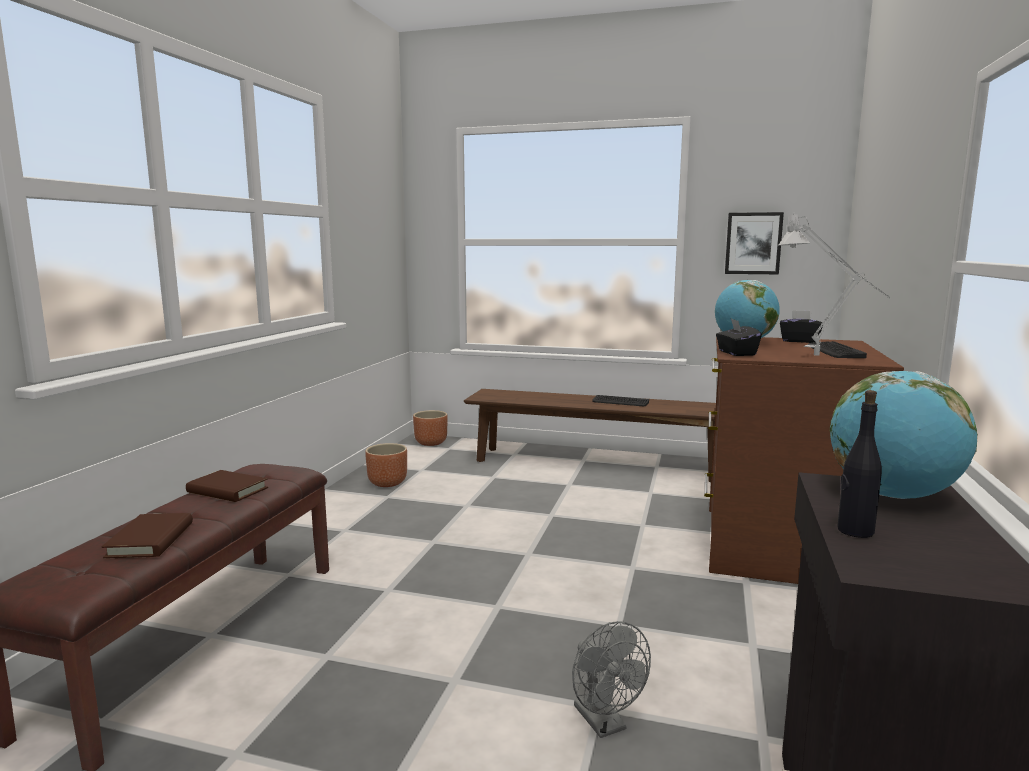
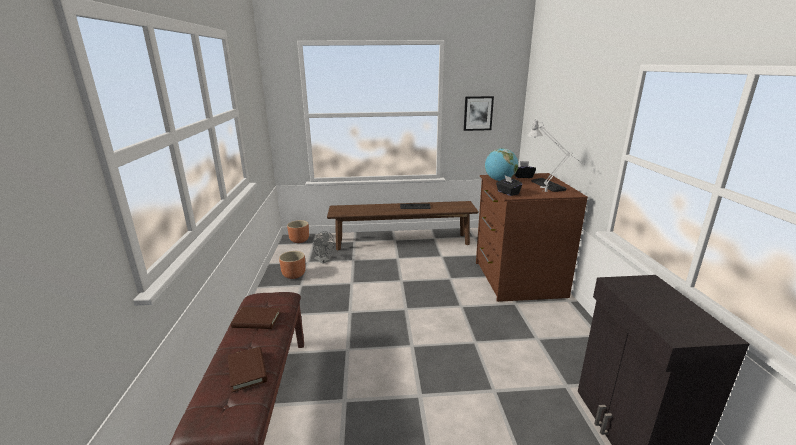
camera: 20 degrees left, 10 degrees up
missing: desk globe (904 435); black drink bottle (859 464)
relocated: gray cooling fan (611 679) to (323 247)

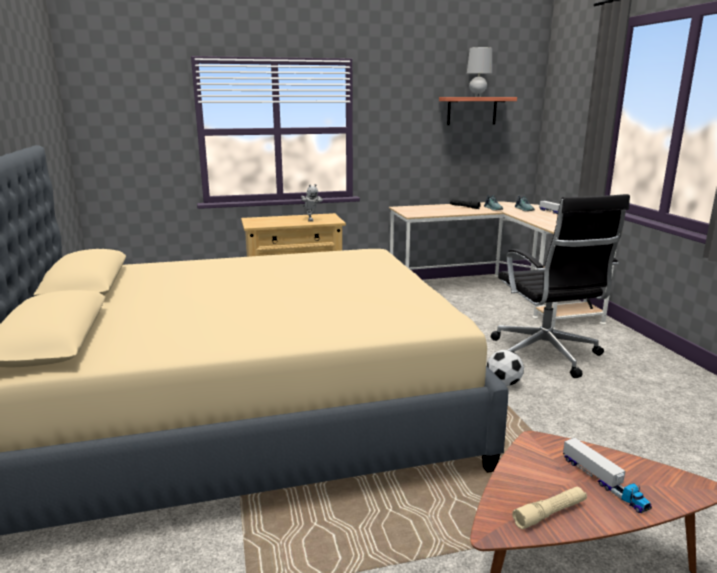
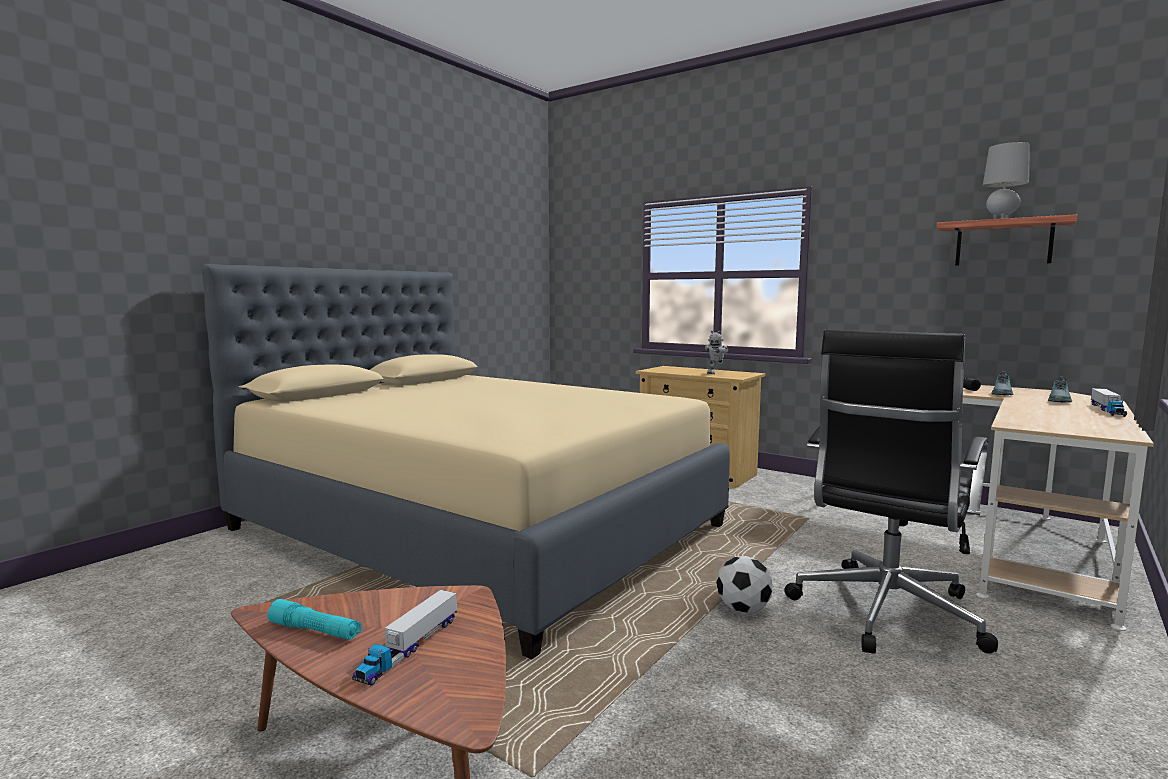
camera: 50 degrees right, 10 degrees down
colour: sand-coloured flashlight (549 507) to blue-green flashlight (314 619)

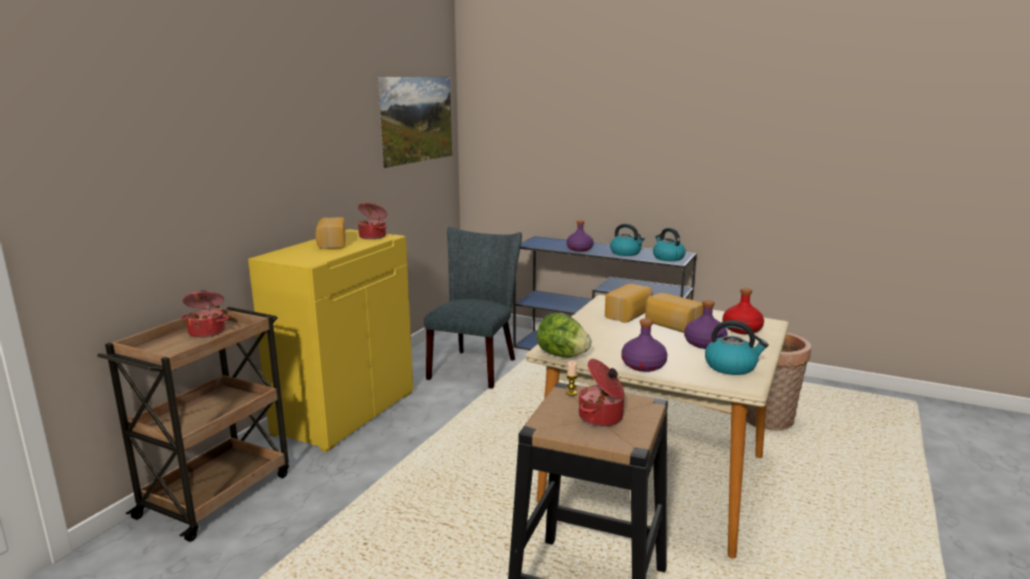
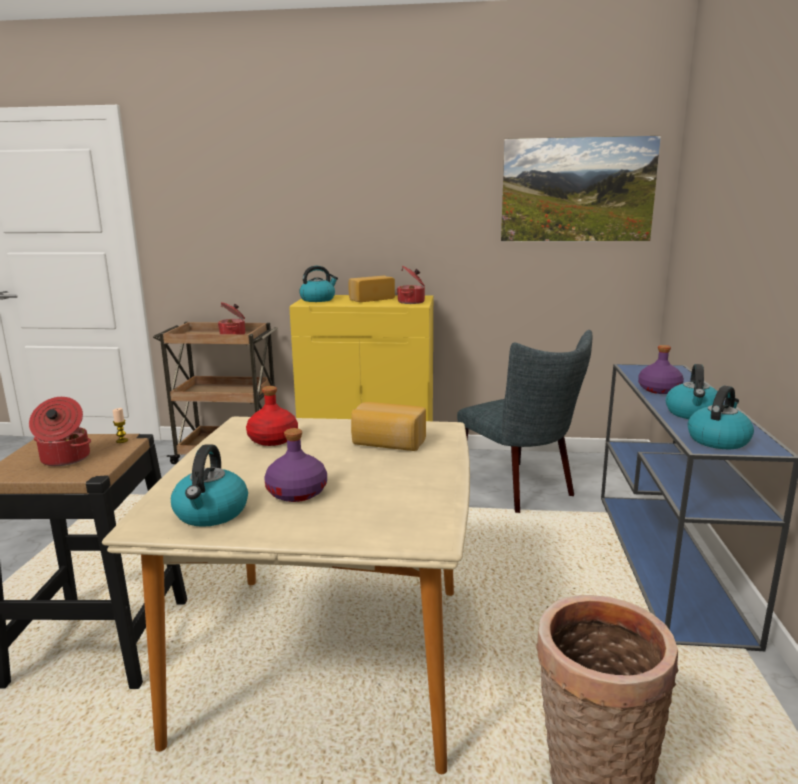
camera: 70 degrees right, 0 degrees up
missing: bread (674 313); head of lettuce (564 335); purple drink bottle (644 345)
appeared: kettle (318 284)
relocated: red-coloured drink bottle (743 311) to (272 416)
spun: gray chair (473 308) = (524 421) 60 degrees clockwise

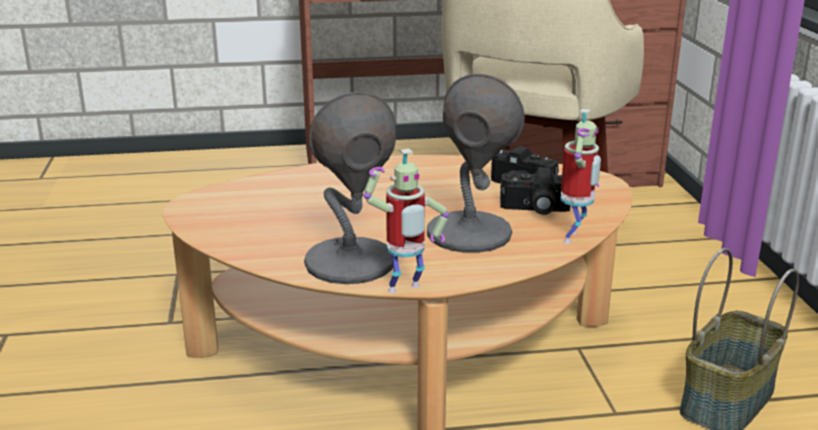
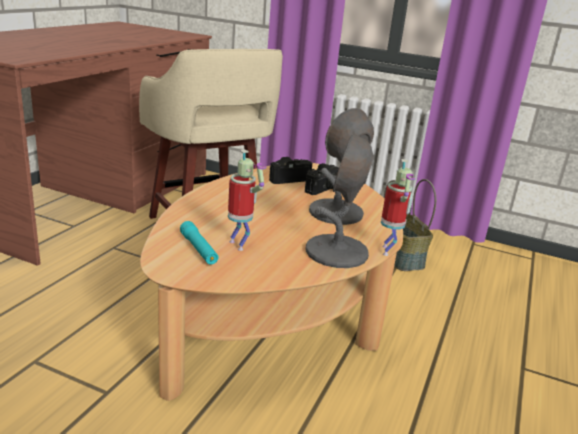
camera: 60 degrees left, 0 degrees up
appeared: blue-green flashlight (199 243)
relocated: robot figure (581 176) to (247 200)

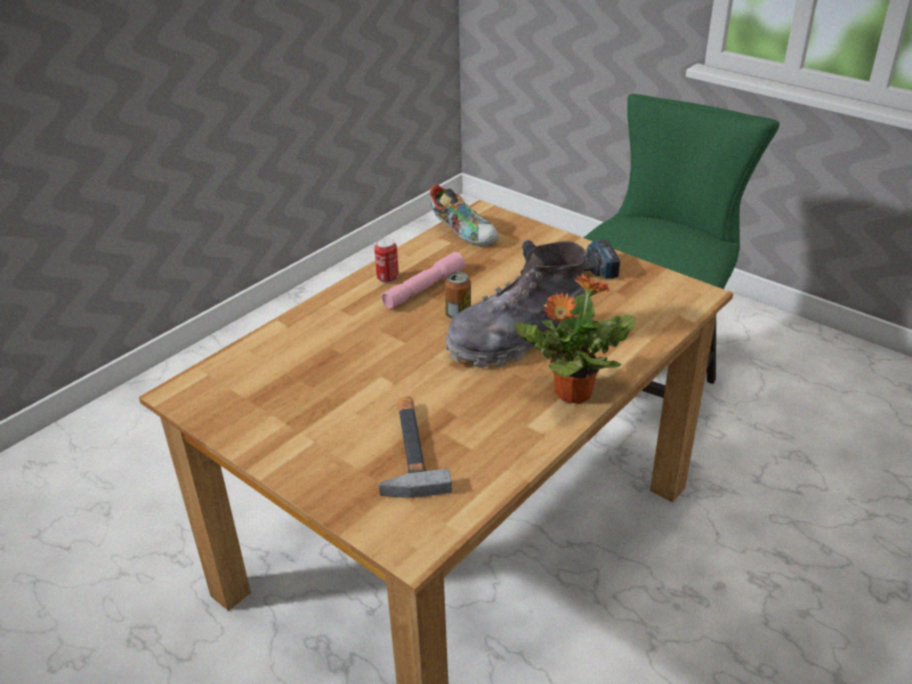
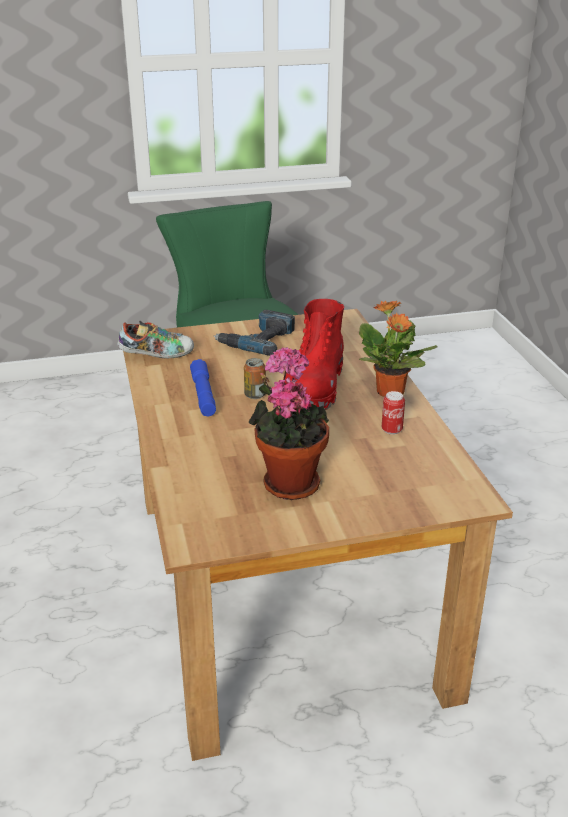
camera: 55 degrees left, 5 degrees down
missing: hammer (415 447)
appeared: houseplant (288 423)
relocated: sealed can (386 260) to (393 413)
colour: gray tall boot (516 304) to red-coloured tall boot (313 354); pink-coloured flashlight (423 280) to blue-coloured flashlight (203 387)

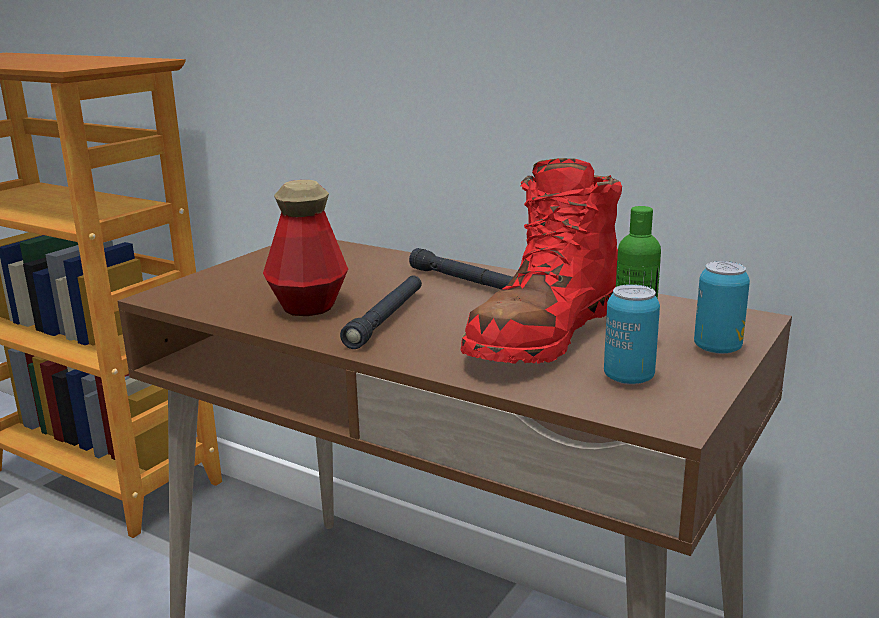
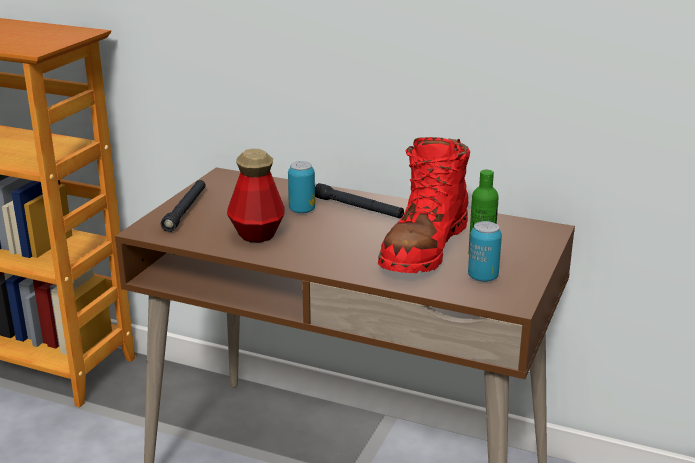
camera: 10 degrees left, 5 degrees up
relocated: sealed can (722 307) to (301 187); black flashlight (381 312) to (183 206)

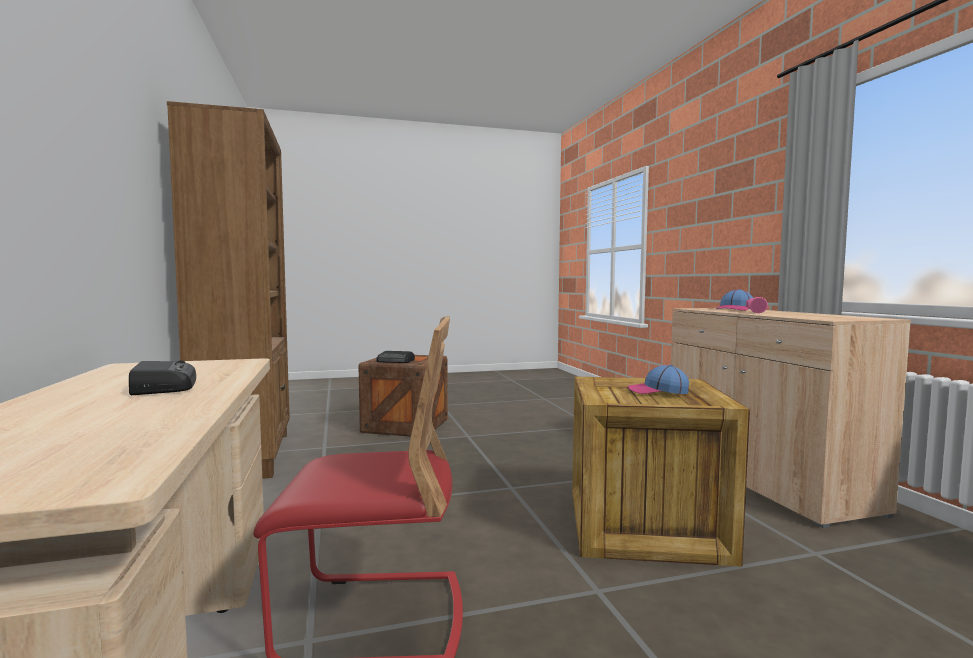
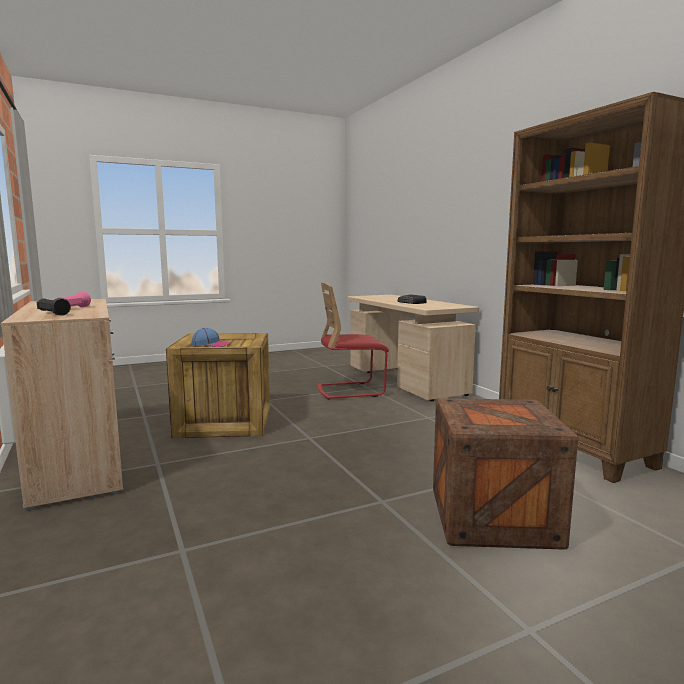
camera: 170 degrees right, 5 degrees up
missing: radio set (395 357)
exchanged: peaked cap (734 300) to black flashlight (53 307)

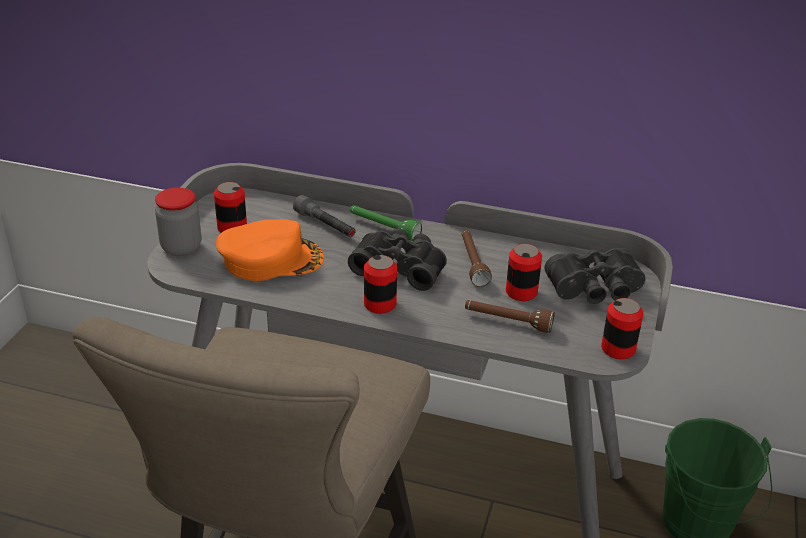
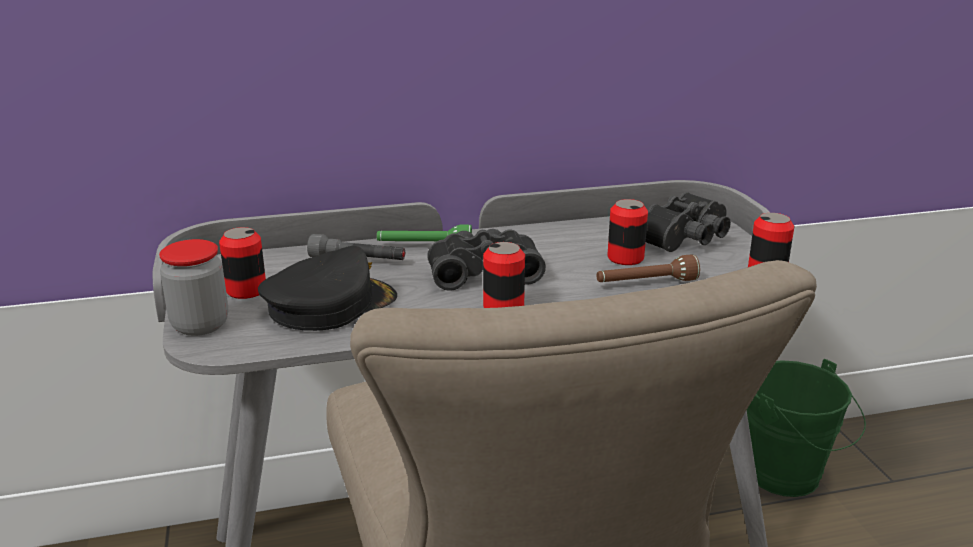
camera: 30 degrees left, 10 degrees down
missing: brown flashlight (477 258)
colour: orangey peaked cap (270 250) to black peaked cap (327 288)

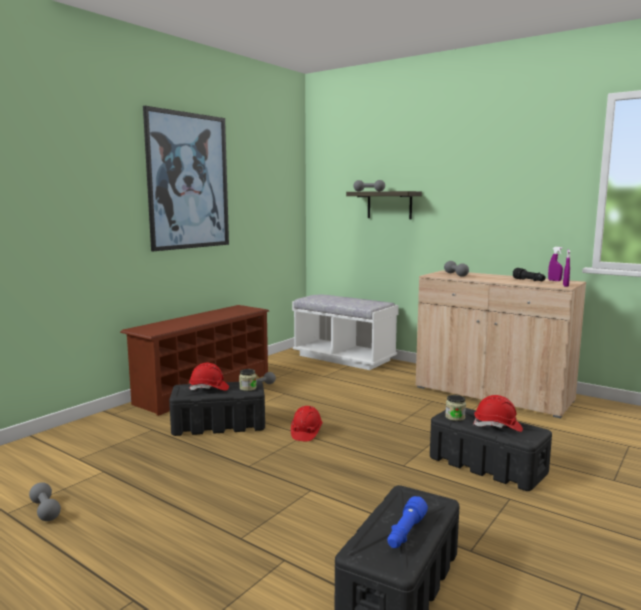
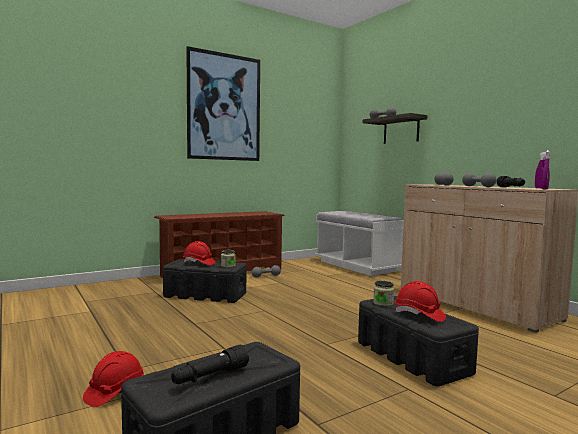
camera: 20 degrees right, 5 degrees down
relocated: red-coloured work helmet (307 423) to (113 379); gray dumbbell (45 501) to (479 180)
colour: blue-coloured flashlight (407 522) to black flashlight (210 364)

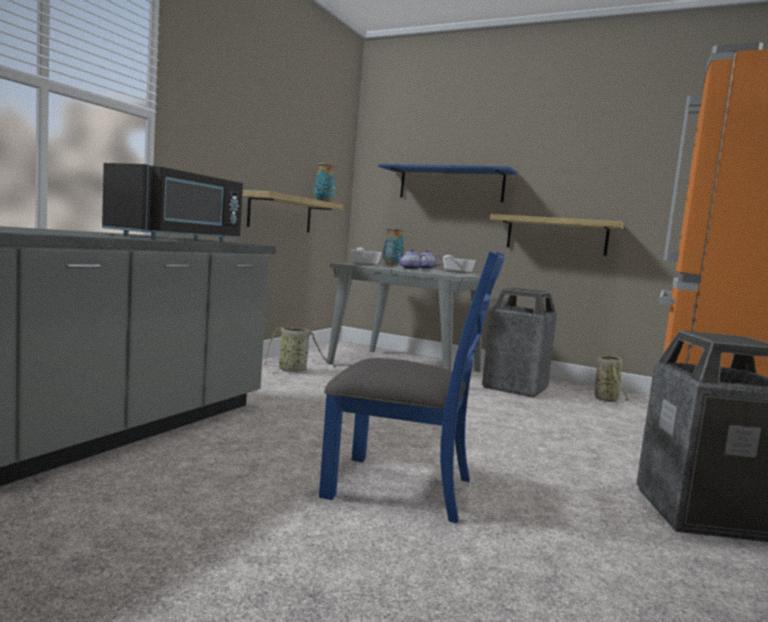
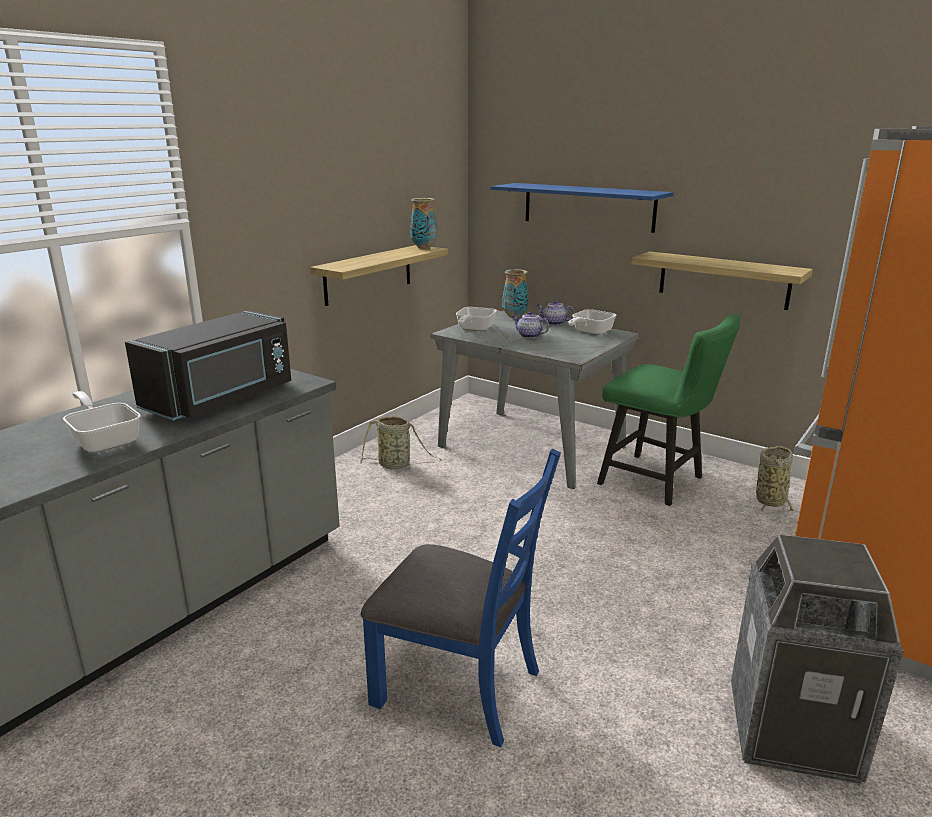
camera: 10 degrees right, 15 degrees up
appeared: skillet (102 422)
exchanged: rubbish bin (519 343) to green-coloured chair (669 410)

